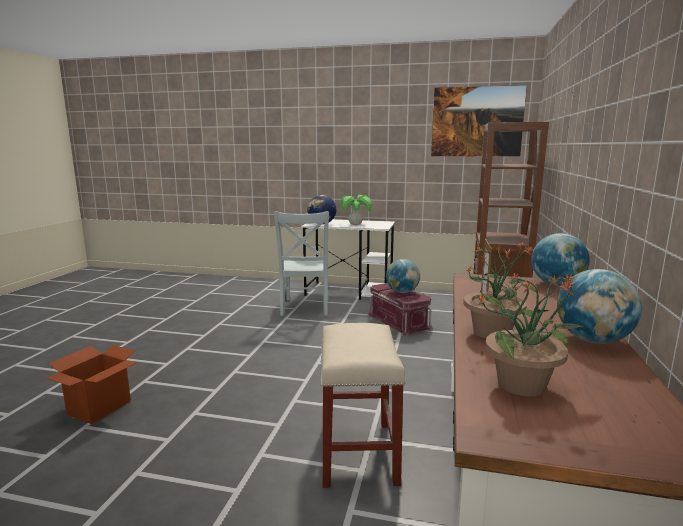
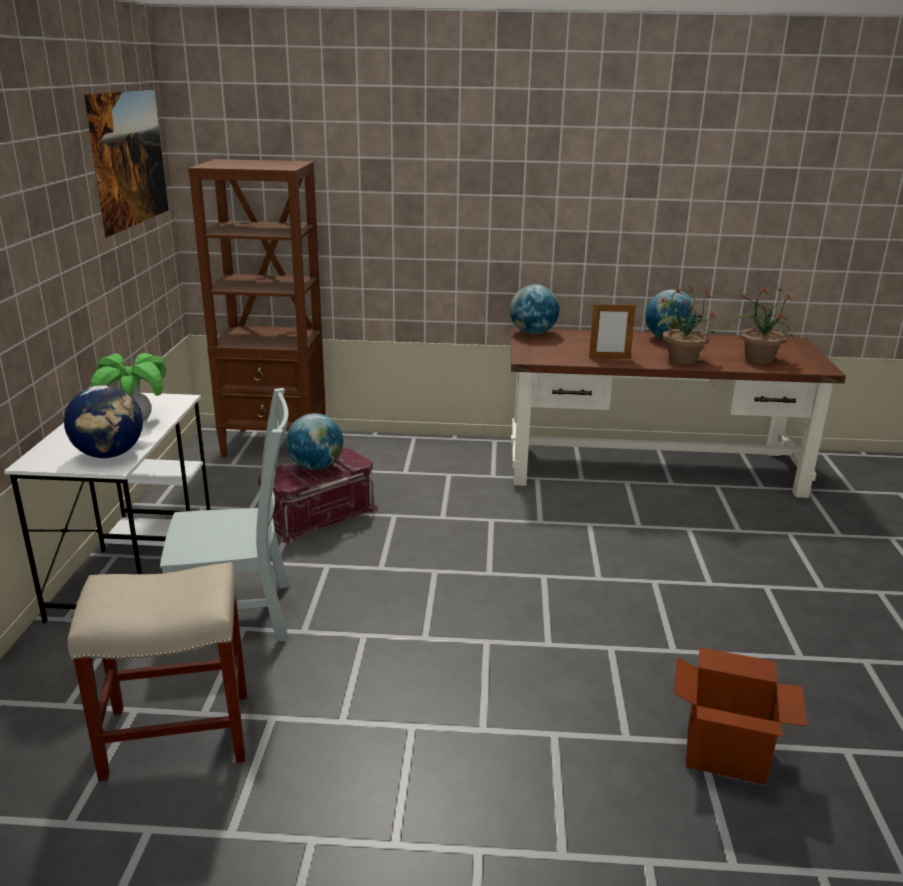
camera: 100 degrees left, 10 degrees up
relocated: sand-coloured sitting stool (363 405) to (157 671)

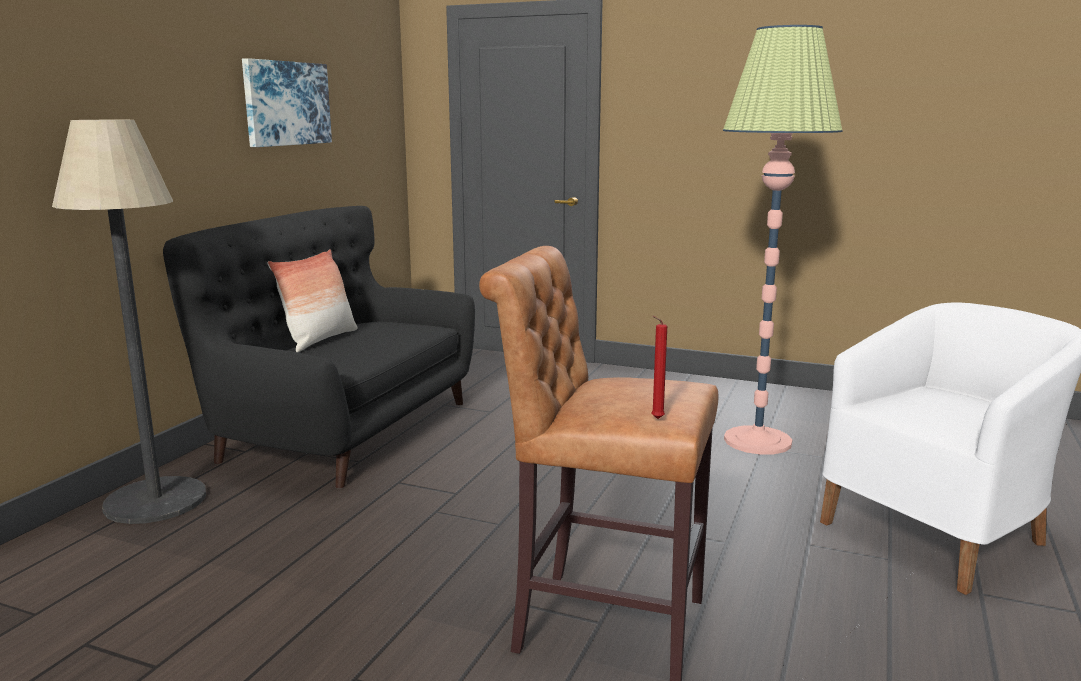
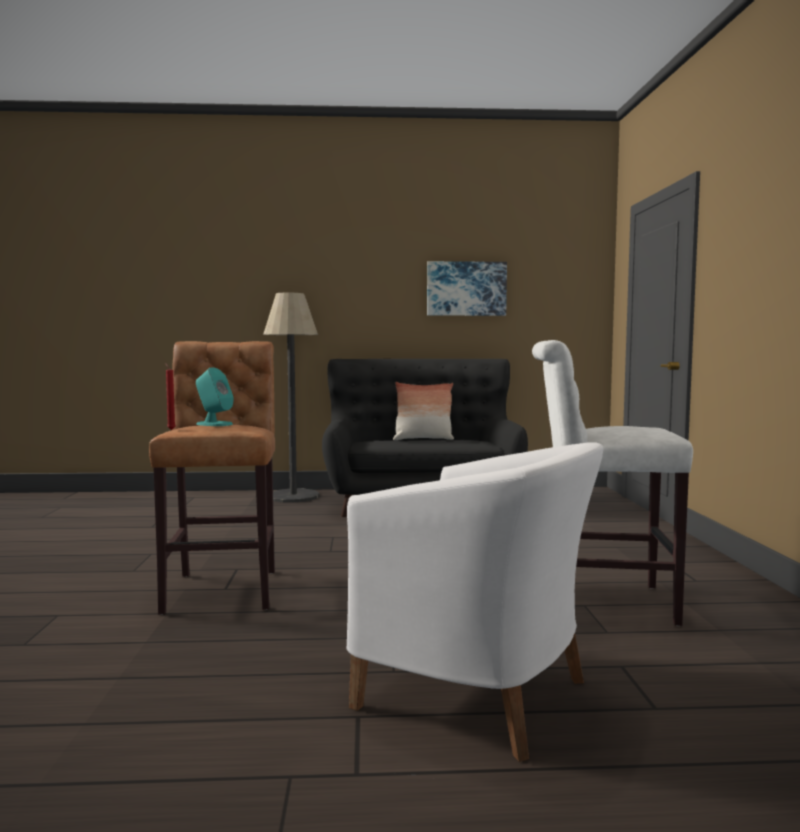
camera: 65 degrees right, 10 degrees down
appeared: blue-green loudspeaker (215 396)
exchanged: standard lamp (783 240) to white-coloured sitting stool (612 483)

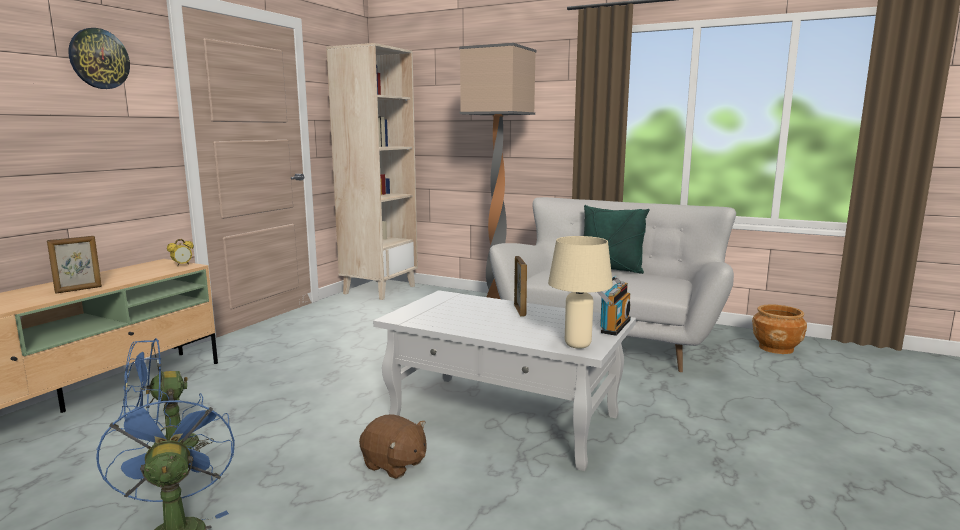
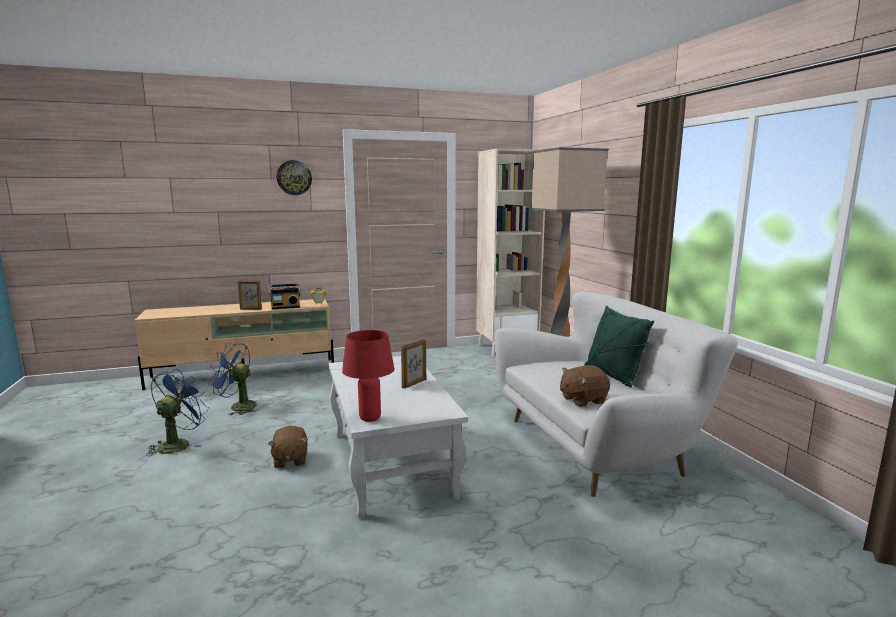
camera: 45 degrees right, 0 degrees up
missing: brown plant pot (779 329)
appeared: brown cuddly toy (585 386)
relocated: radio set (614 306) to (285 296)
colour: sand-coloured tabletop lamp (580 292) to red-coloured tabletop lamp (368 376)

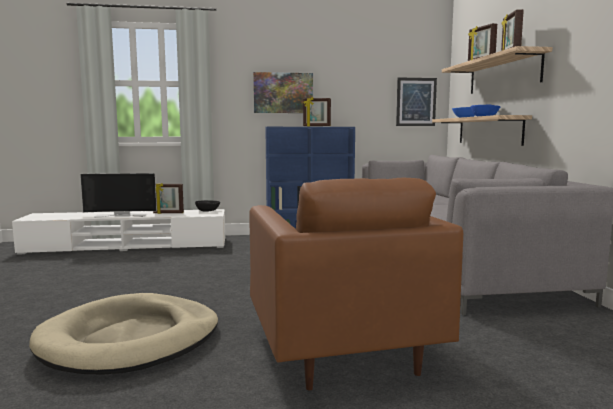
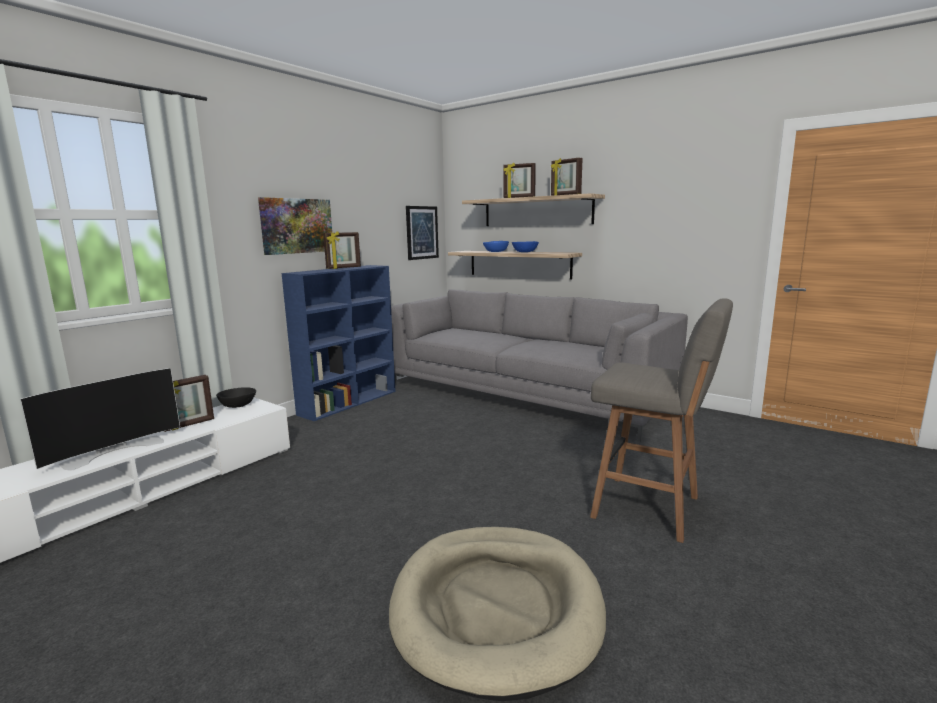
camera: 45 degrees left, 5 degrees up
exchanged: brown armchair (356 284) to gray sitting stool (661 420)

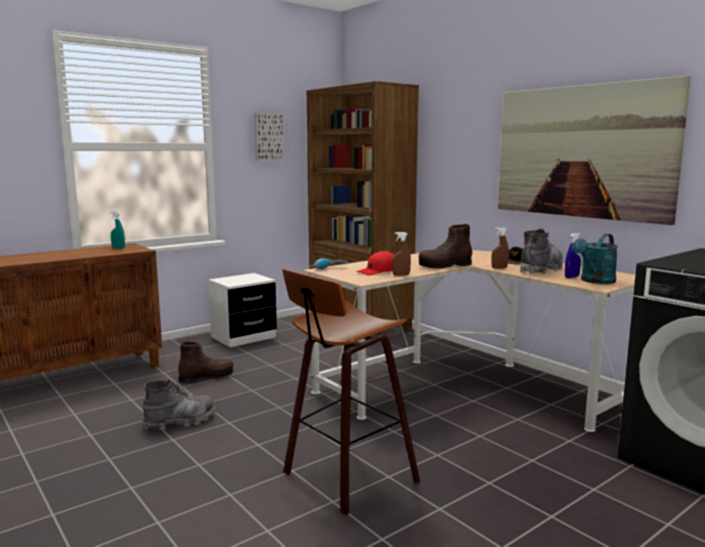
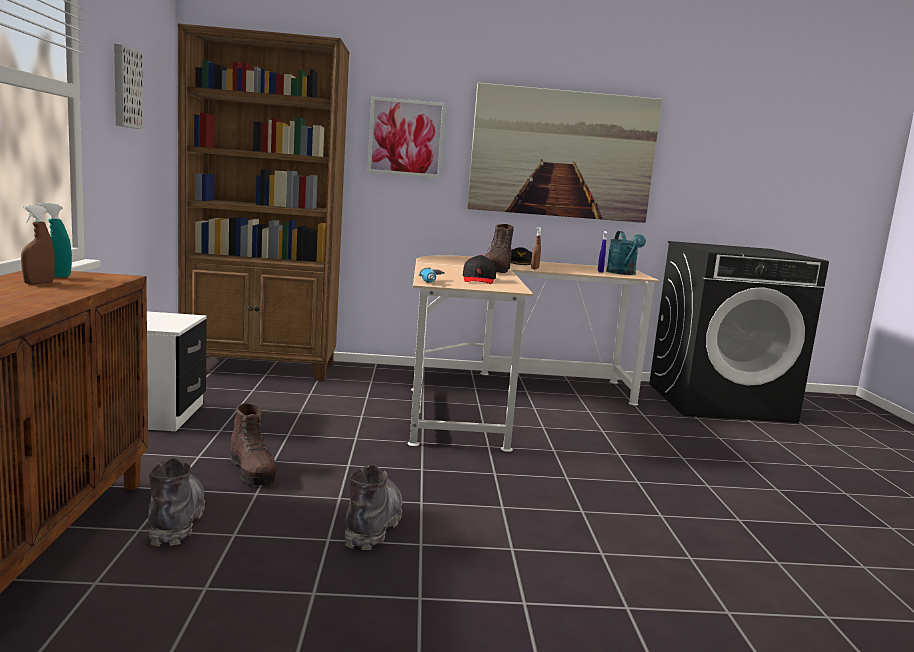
camera: 55 degrees left, 0 degrees up
missing: sitting stool (351 392)
appeared: wall art (407 137)
relocated: gray tall boot (541 251) to (176 502); brown hand sprayer (401 254) to (38 245)
colour: red-coloured peaked cap (375 262) to black peaked cap (479 269)
spun: brown tall boot (205 362) = (254 444) 135 degrees clockwise

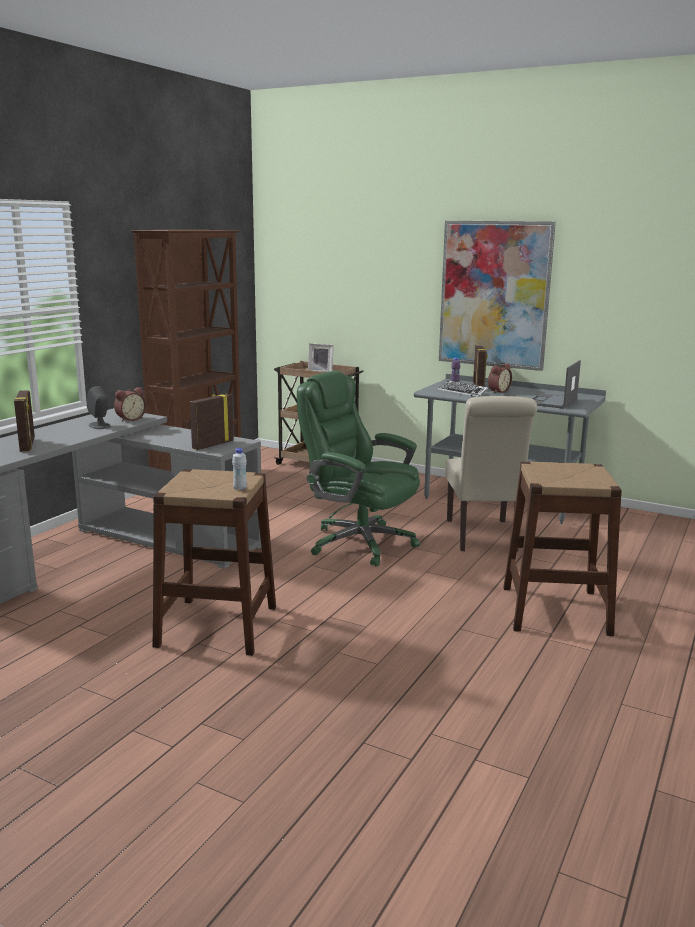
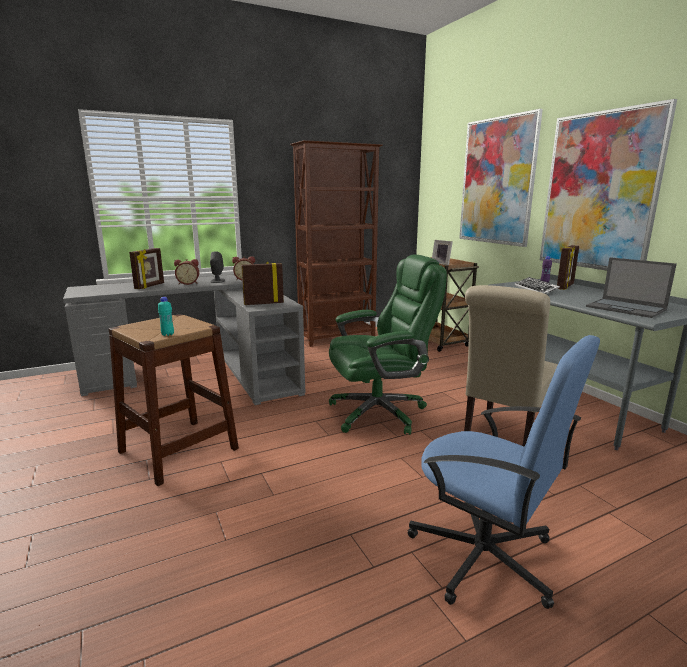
camera: 35 degrees right, 0 degrees up
appeared: wall art (501 178)
relocated: bedside clock (500 378) to (186 272)
exchanged: brown sitting stool (562 549) to blue-coloured computer chair (504 472)
colour: white-coloured drink bottle (239 469) to blue-green drink bottle (166 316)
spun: portable computer (556 384) = (631 287) 105 degrees counterclockwise; green-coloured computer chair (358 469) = (388 345) 90 degrees clockwise

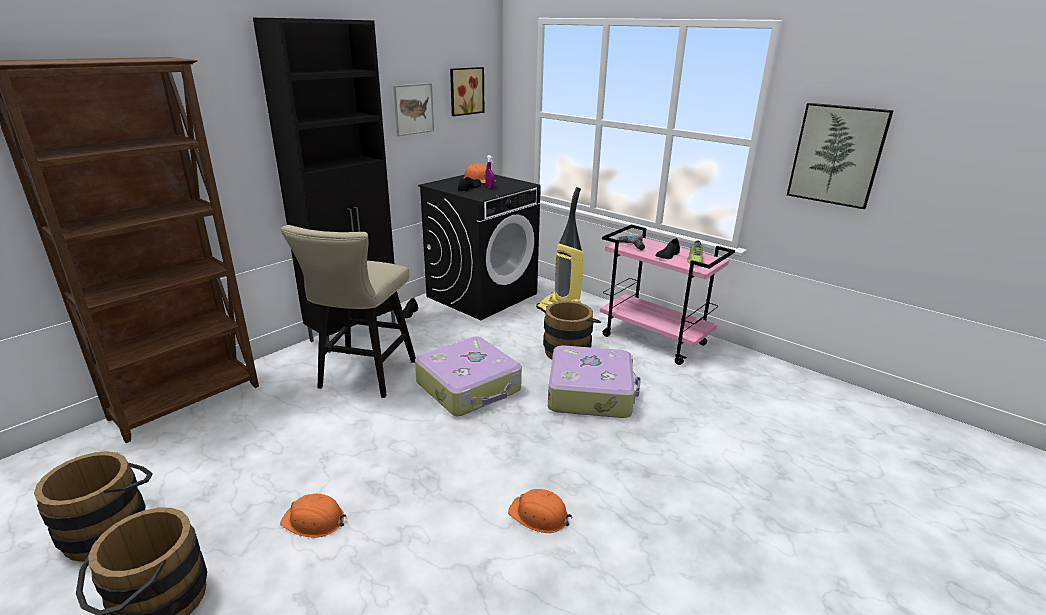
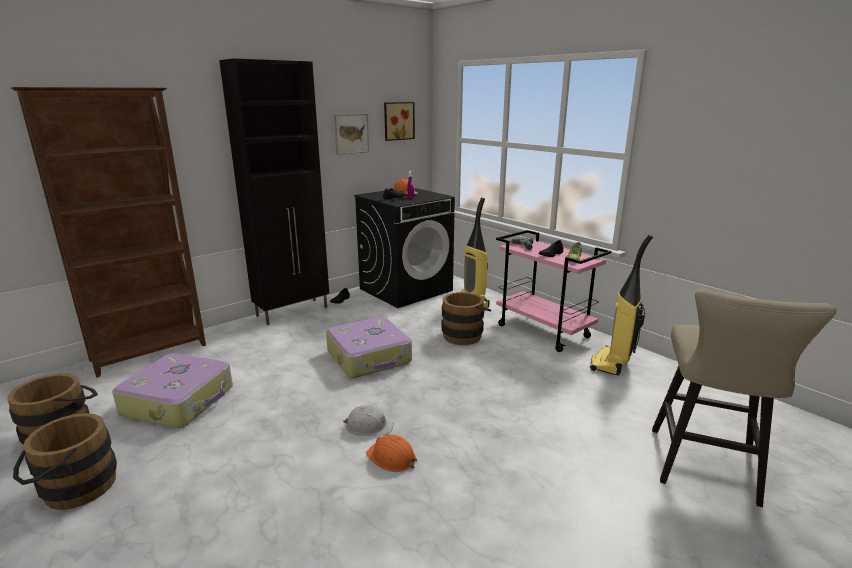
camera: 10 degrees right, 5 degrees down
missing: wall art (840 156); orangey work helmet (313 516)
appeared: hoover (621 305); white-coloured work helmet (368 420)
relocated: sand-coloured sitting stool (348 311) to (744 398); piece of luggage (594 381) to (172 390)

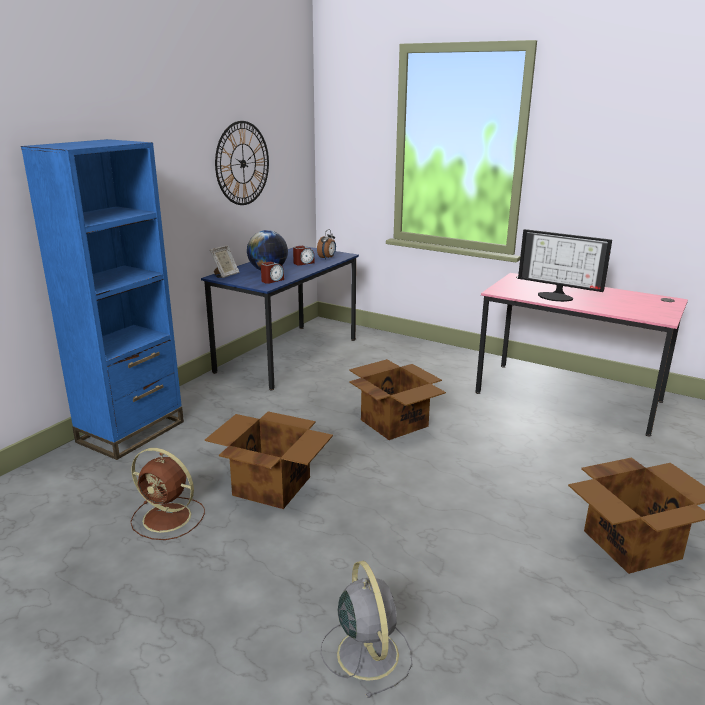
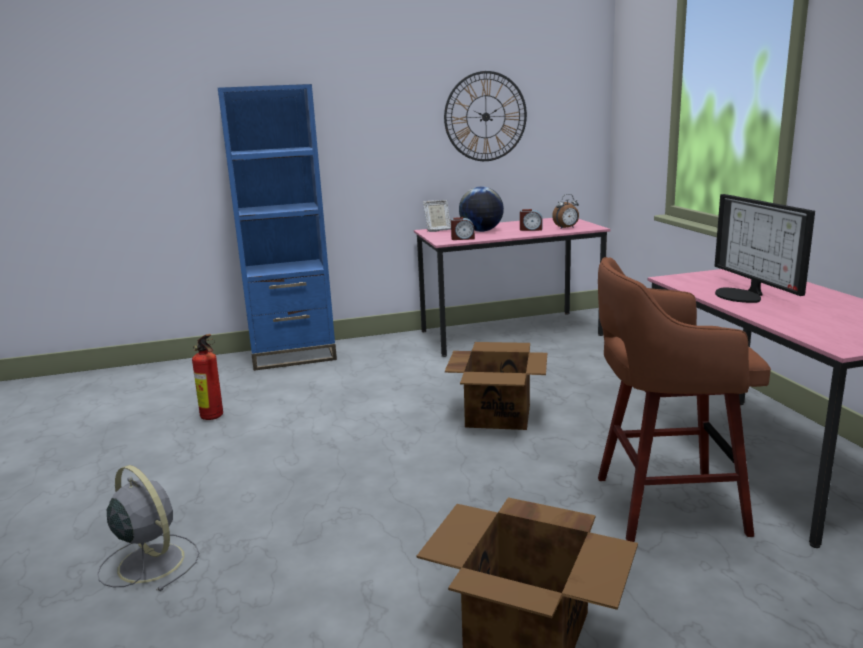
camera: 45 degrees right, 5 degrees down
missing: cardboard box (269 460)
appeared: brown sitting stool (684 399)
exchanged: brown cooling fan (167 494) to fire-fighting cylinder (207 377)
colour: blue-coloured desk table (280 318) to pink-coloured desk table (512 287)
spun: gray cooling fan (366 629) = (148 528) 75 degrees counterclockwise

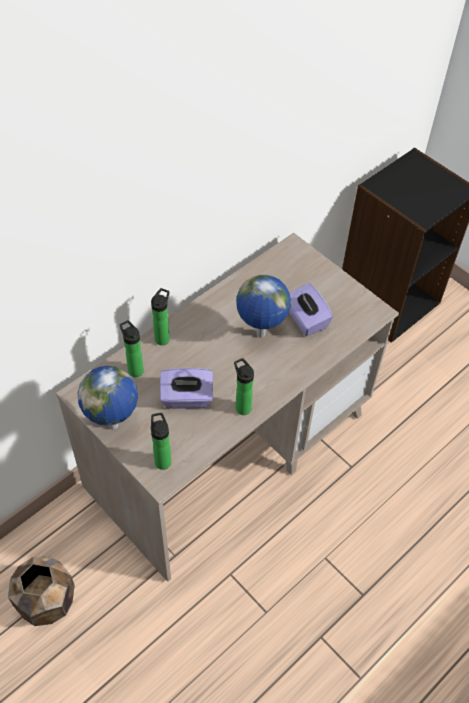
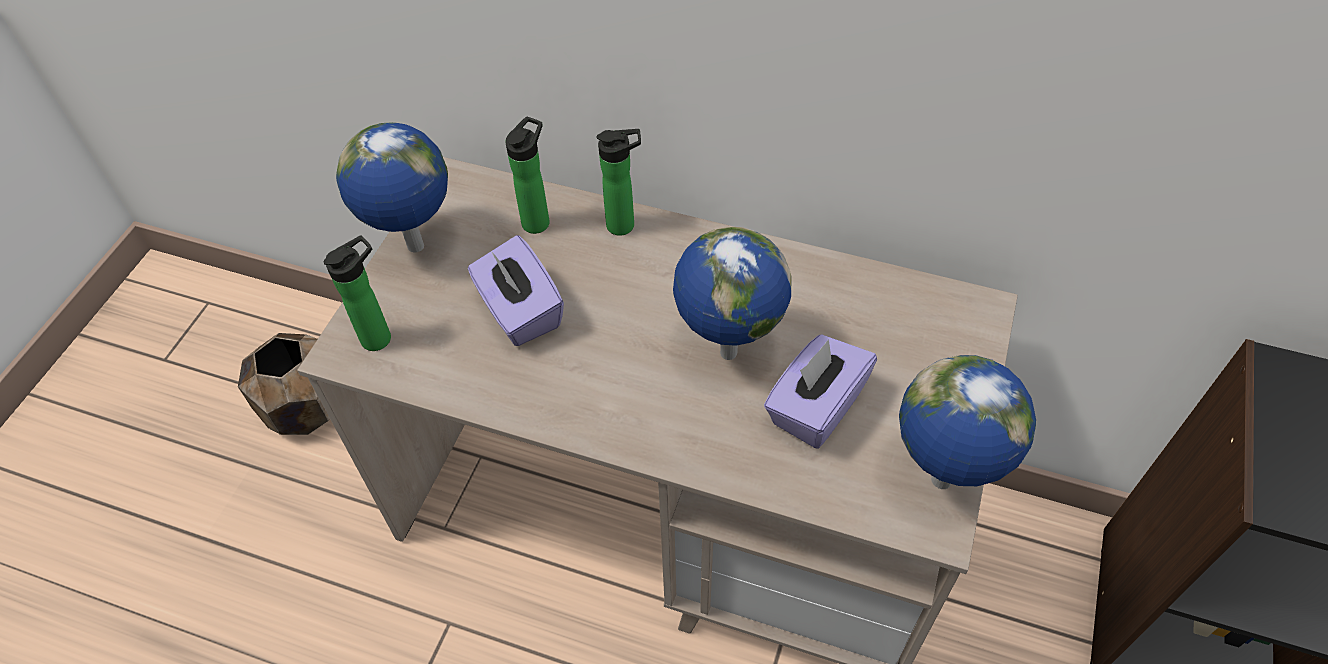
camera: 65 degrees right, 0 degrees up
missing: drink bottle (244 386)
appeared: desk globe (967 422)

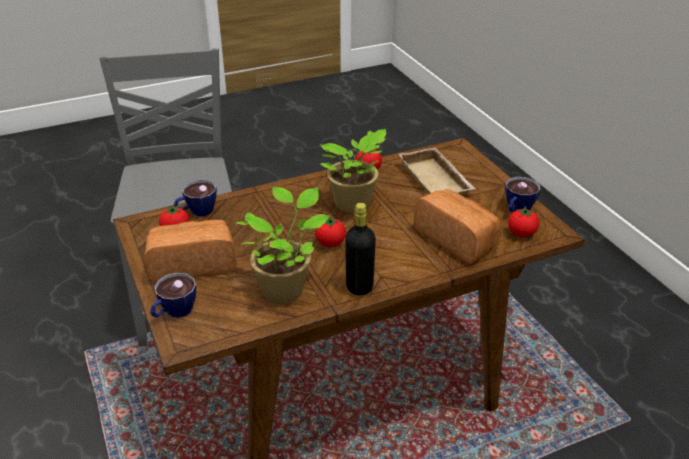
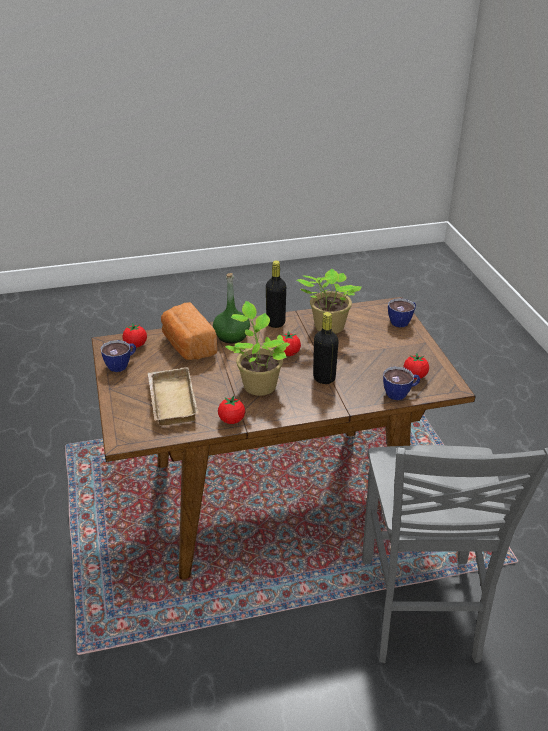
camera: 170 degrees left, 0 degrees up
missing: bread (190 251)
appeared: green-coloured drink bottle (231 308); black drink bottle (326 348)

